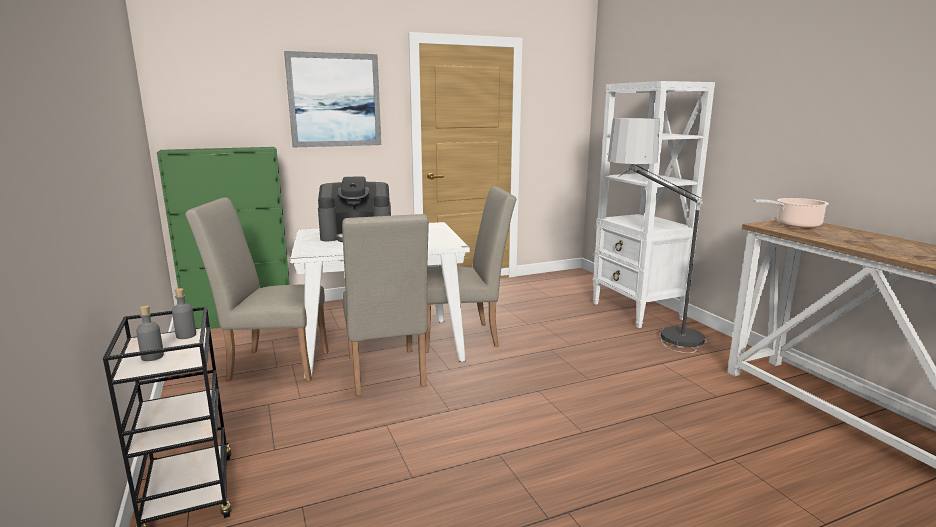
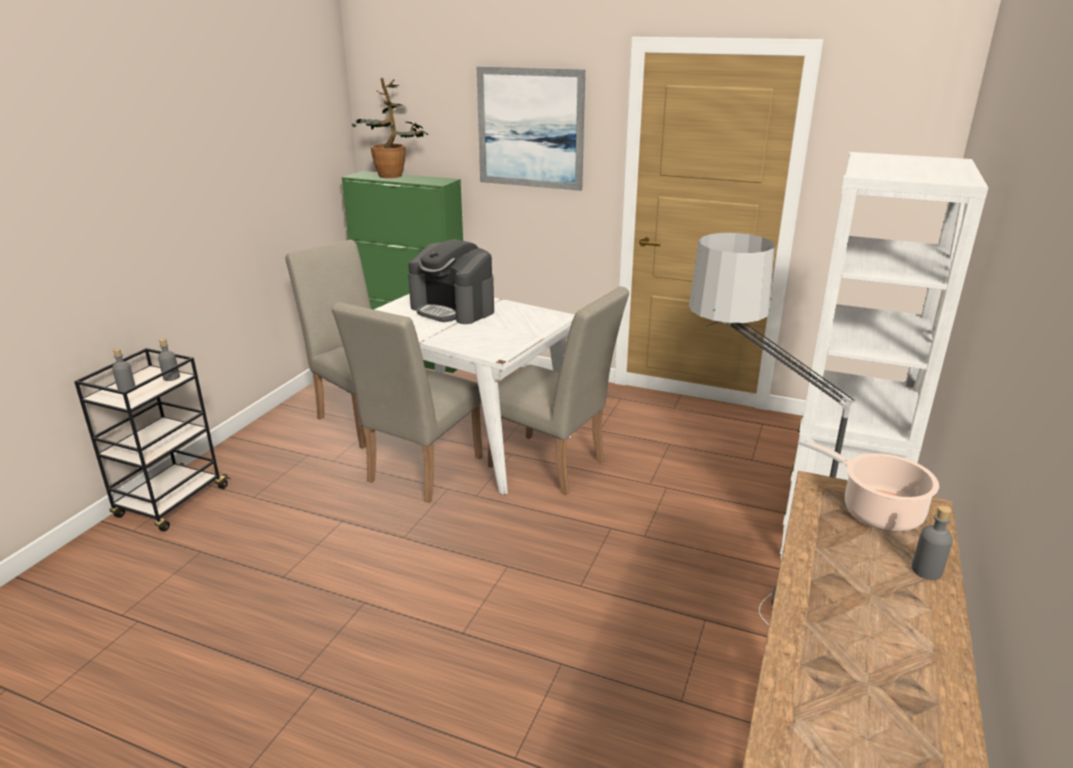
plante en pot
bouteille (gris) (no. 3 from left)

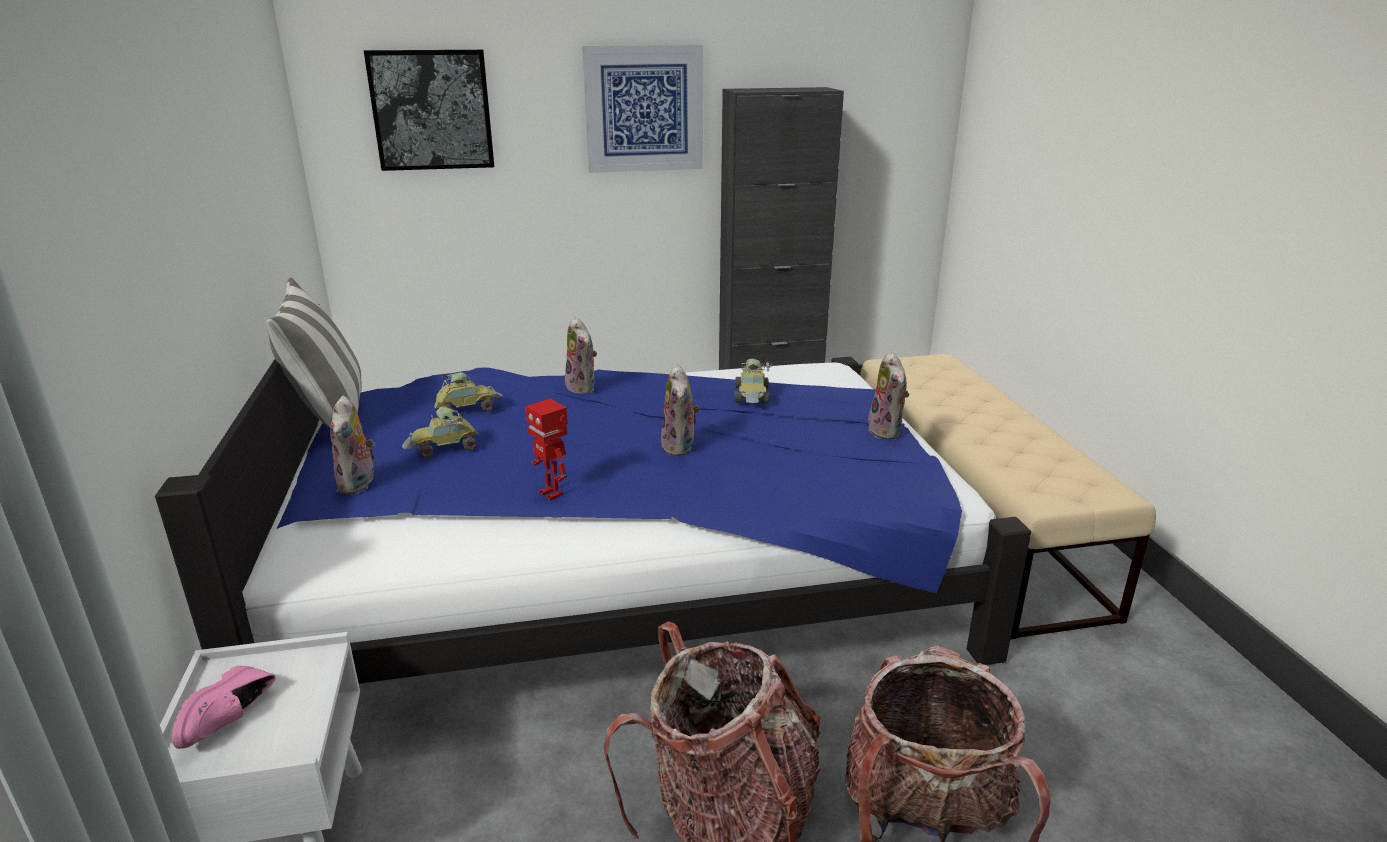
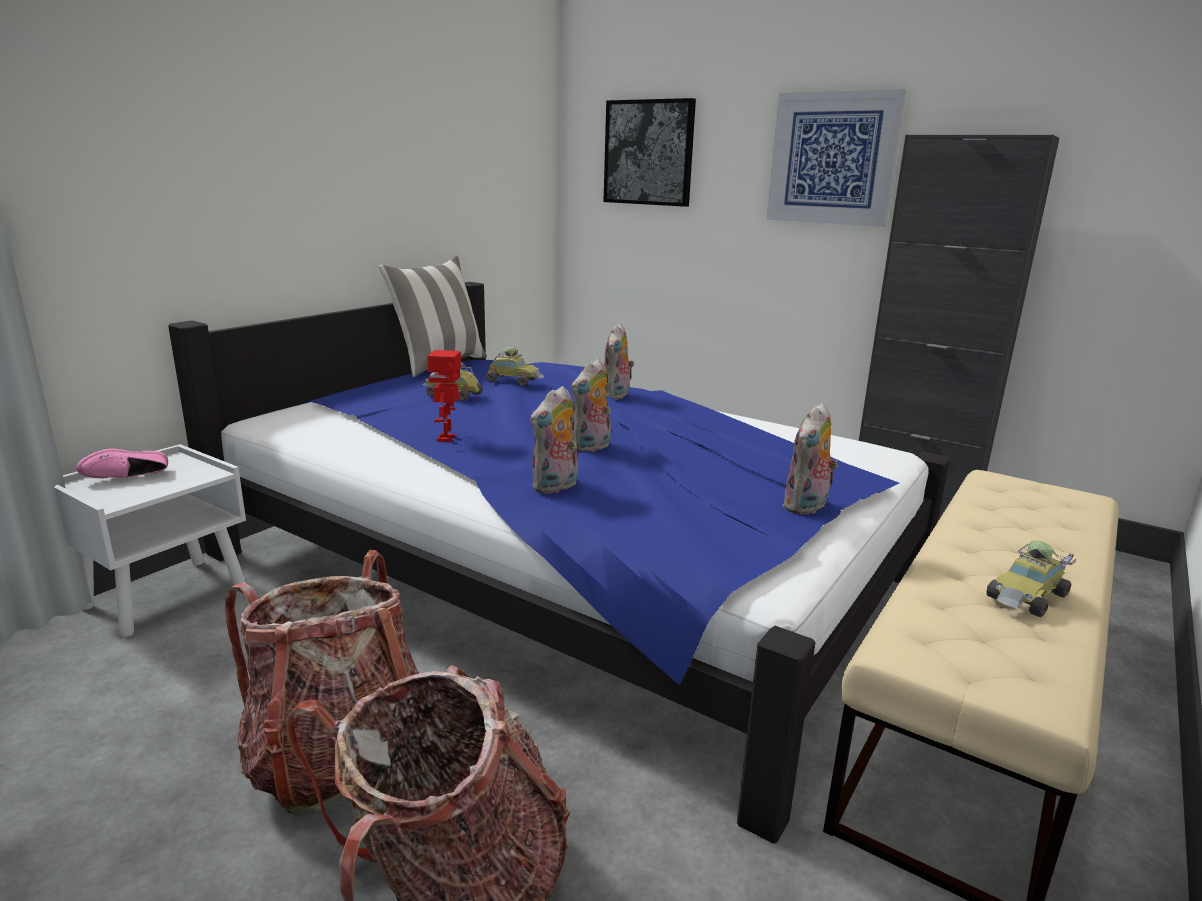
peluche (no. 1 from left)
petite voiture (no. 3 from left)

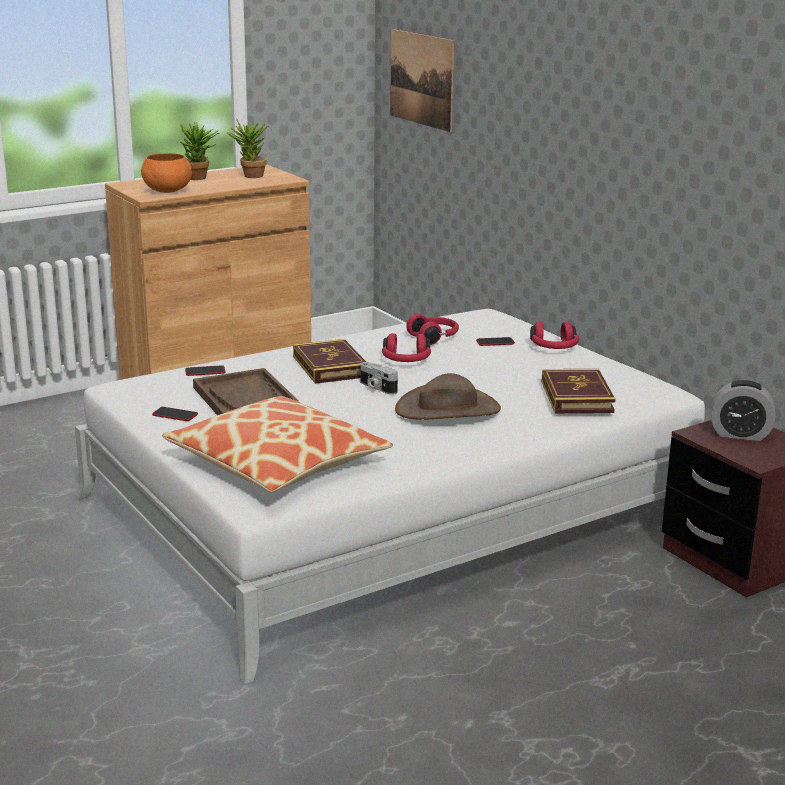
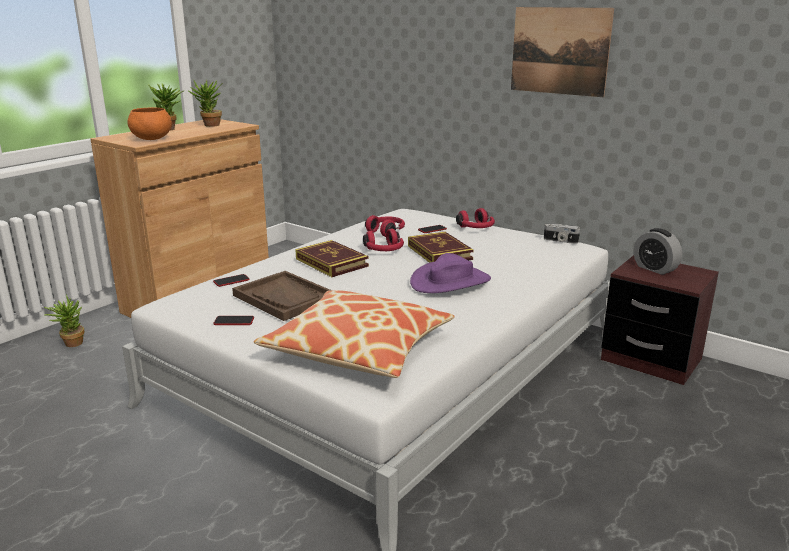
plante en pot (no. 1 from left)
appareil photo
tableau
livre (no. 2 from left)
chapeau (violet)
réveil

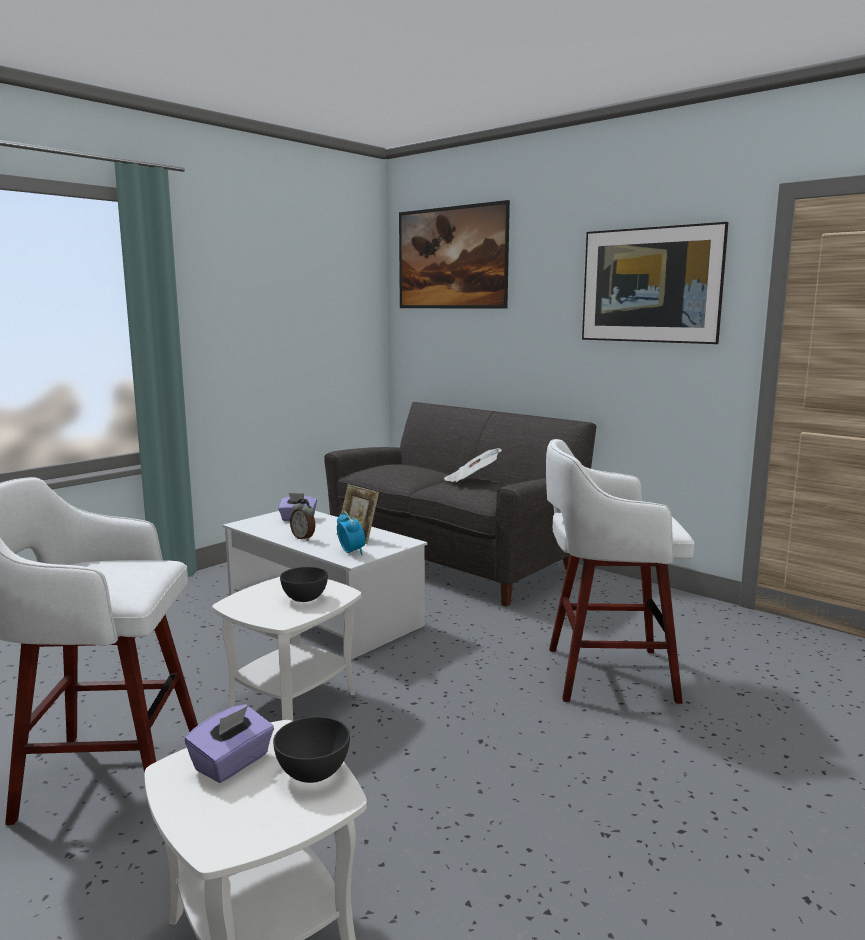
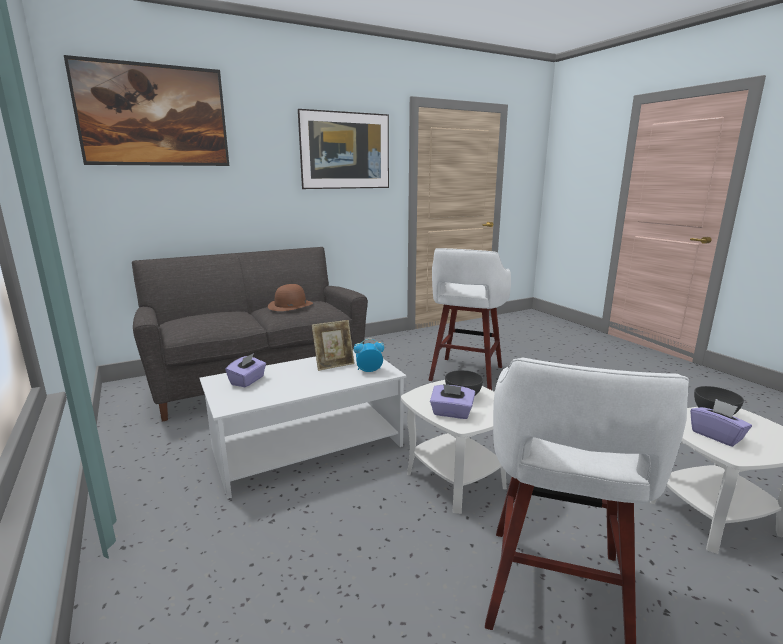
réveil (no. 1 from left in the first image)
boîte à mouchoirs (violet) (no. 2 from left)
chapeau (marron)

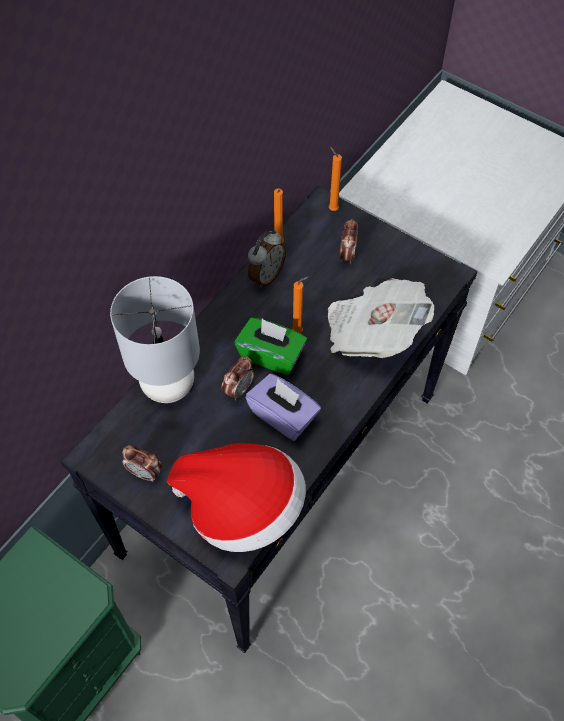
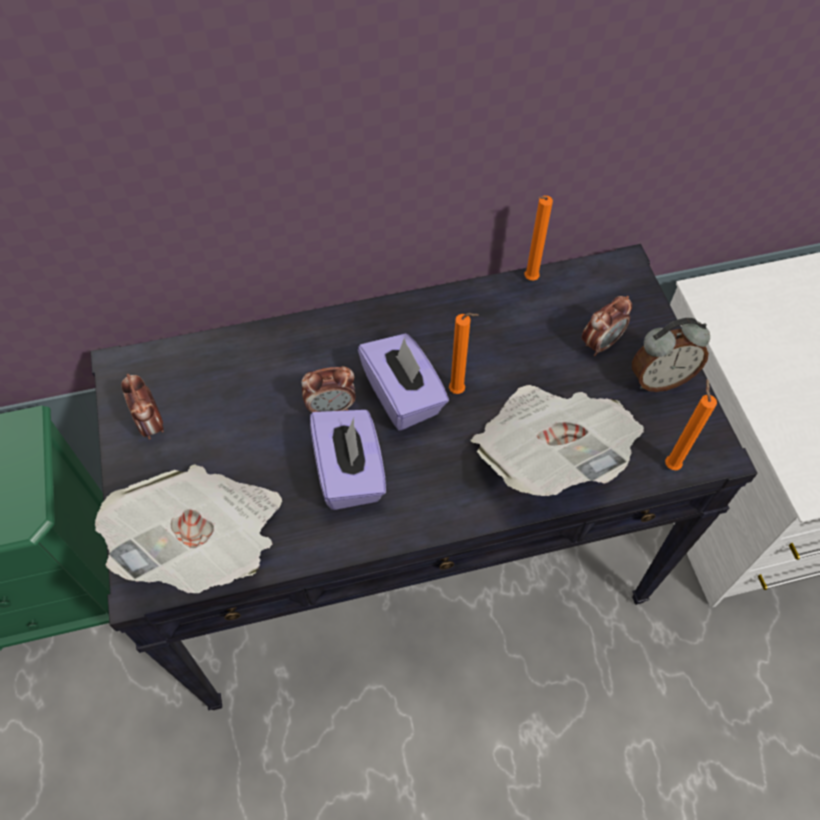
lampe de table (gris)
réveil (no. 4 from left)
bougie (orange) (no. 3 from left)
journal (no. 1 from left)
boîte à mouchoirs (violet) (no. 2 from left)

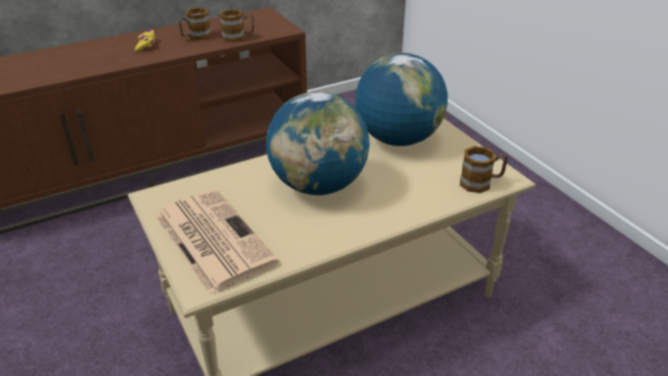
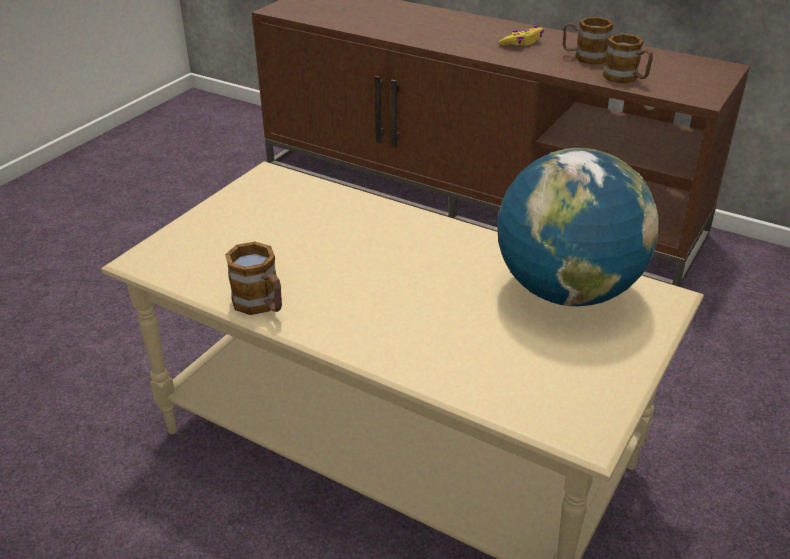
journal
globe (no. 1 from left in the first image)
mug (no. 1 from left)

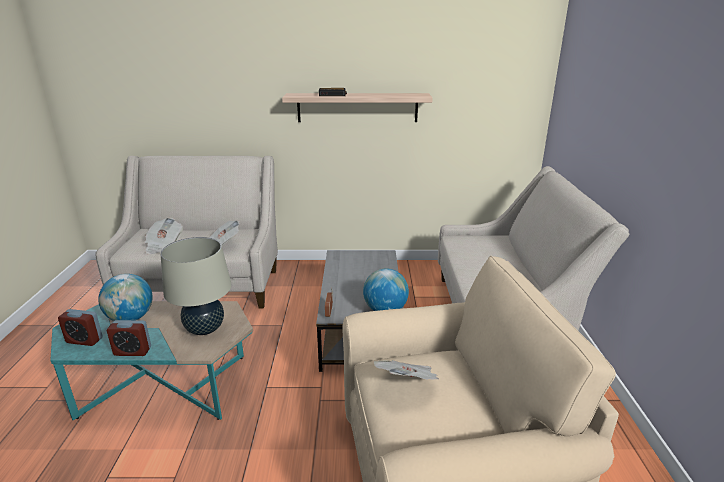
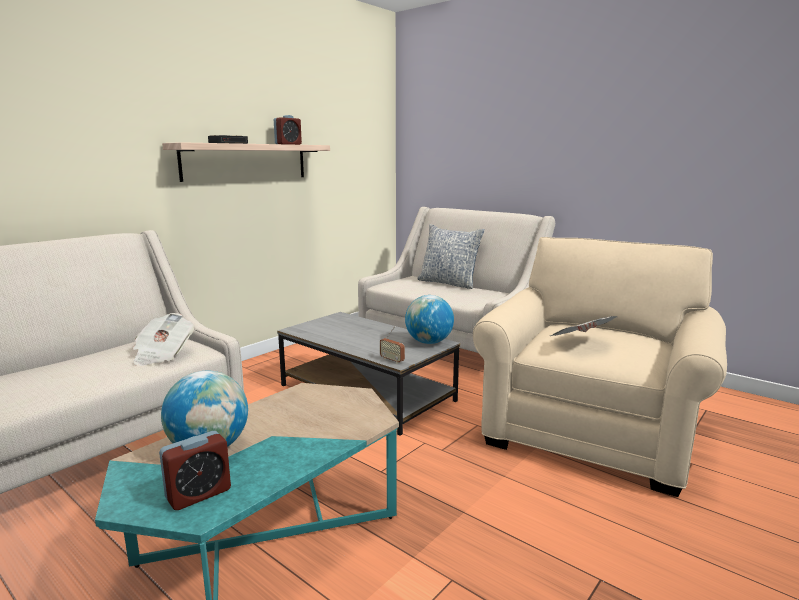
journal (no. 1 from left in the first image)
lampe de table (beige)
coussin
réveil (no. 3 from left)

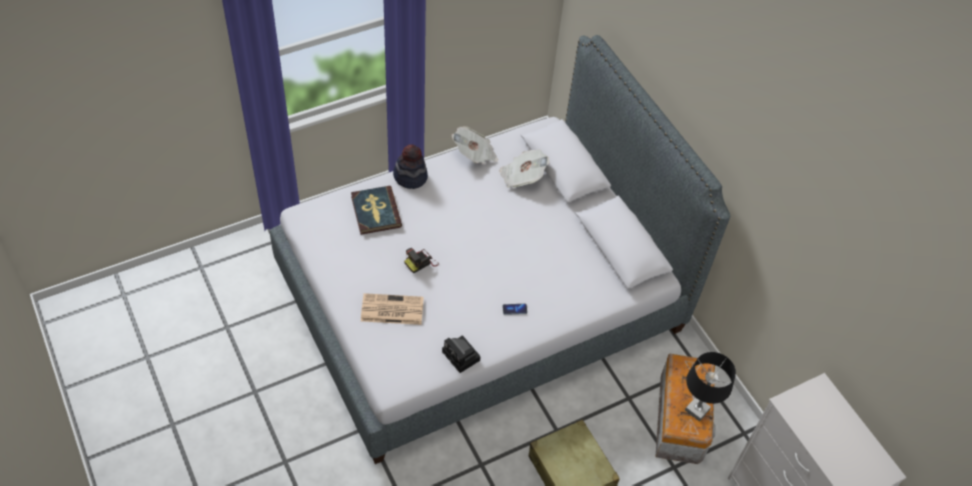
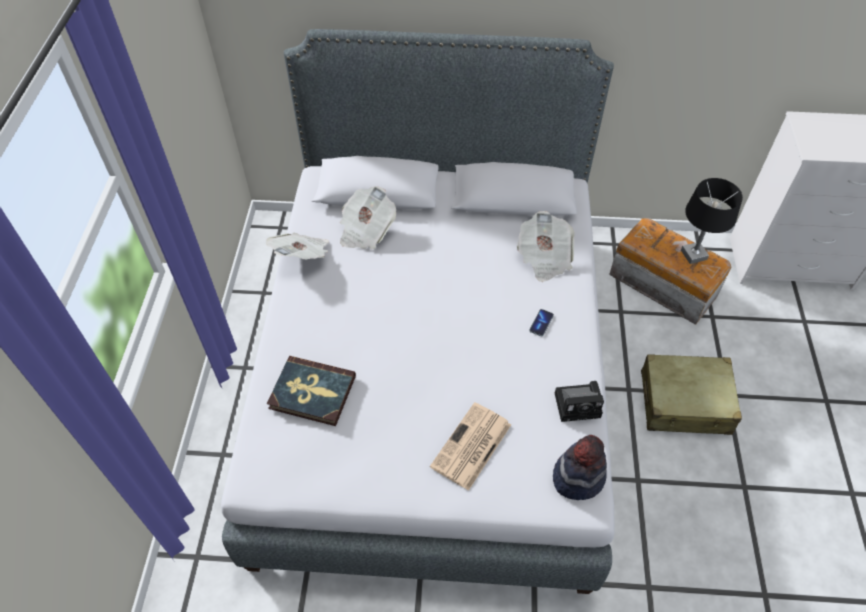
appareil photo (no. 1 from left in the first image)
journal (no. 4 from left)
chapeau

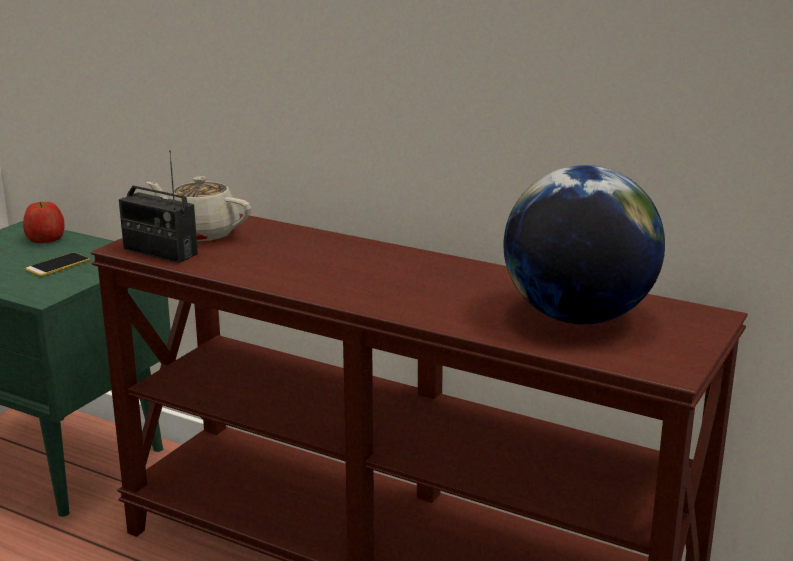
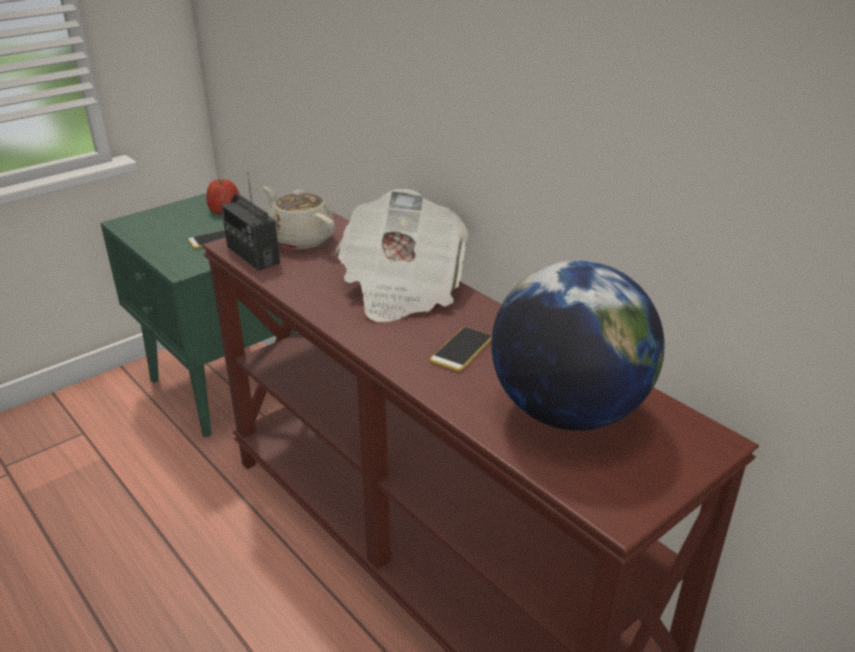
journal
téléphone (no. 2 from left)

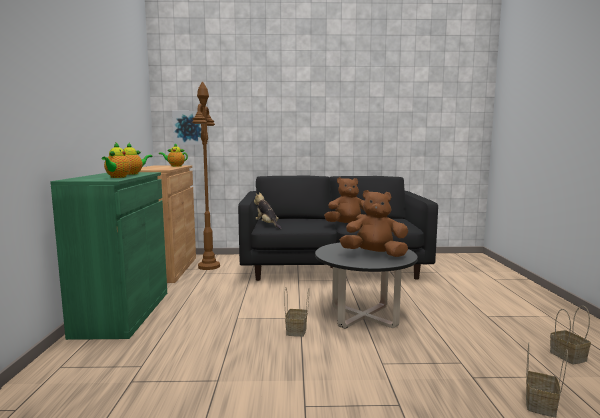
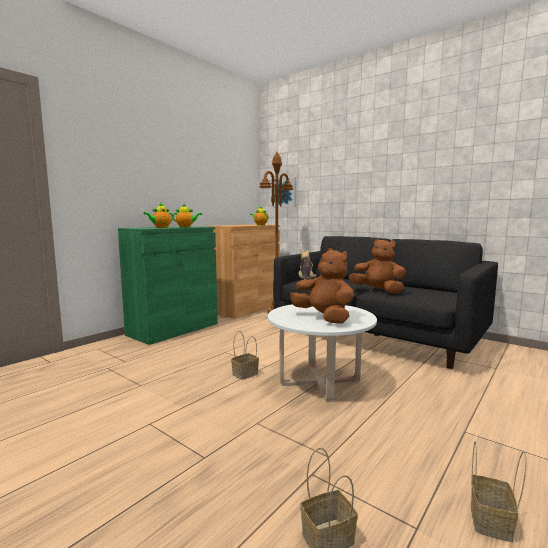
table basse (blanc)

